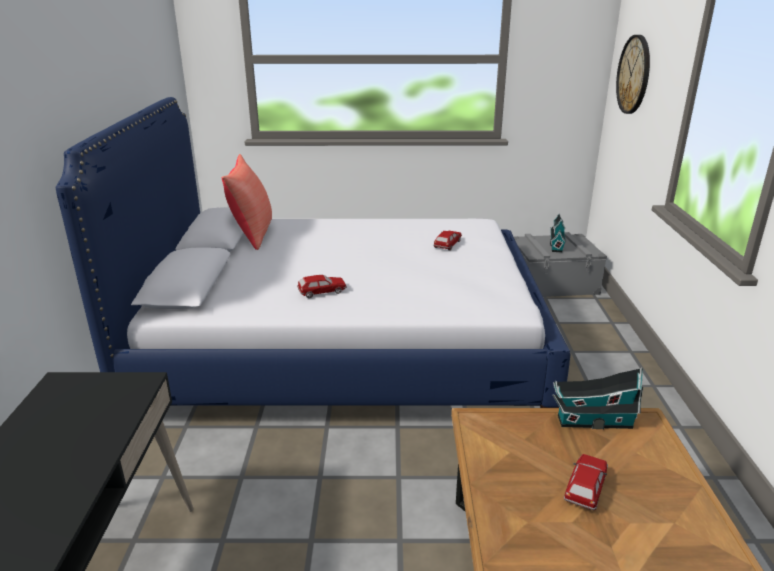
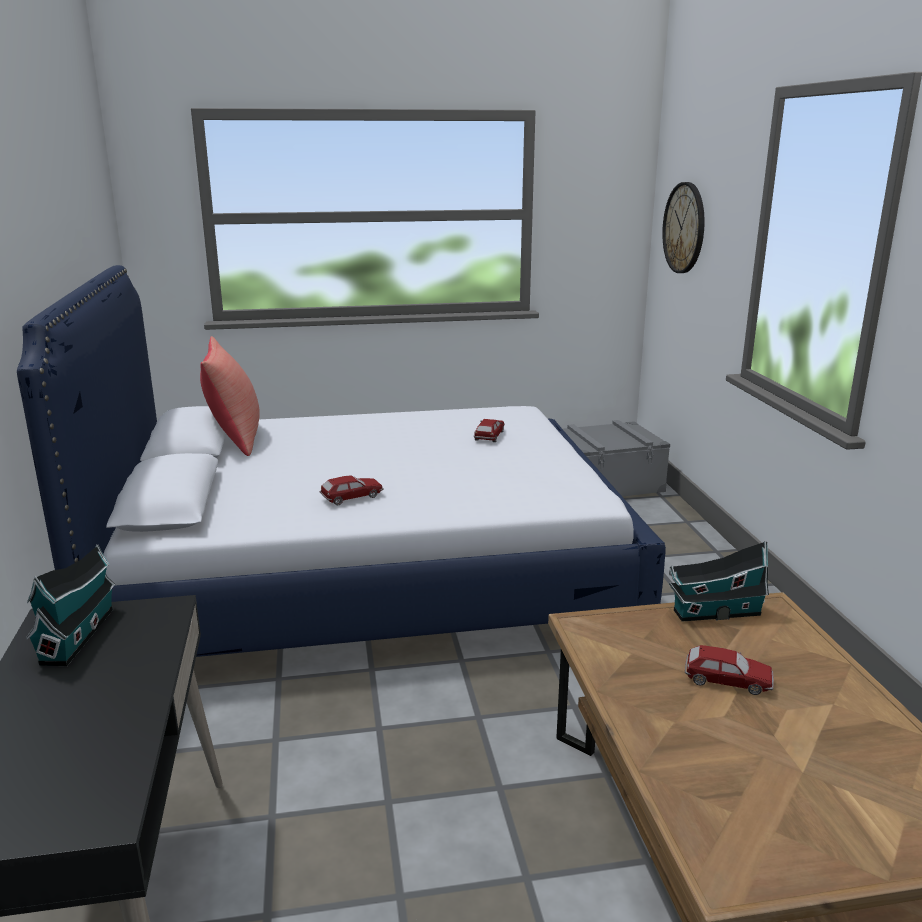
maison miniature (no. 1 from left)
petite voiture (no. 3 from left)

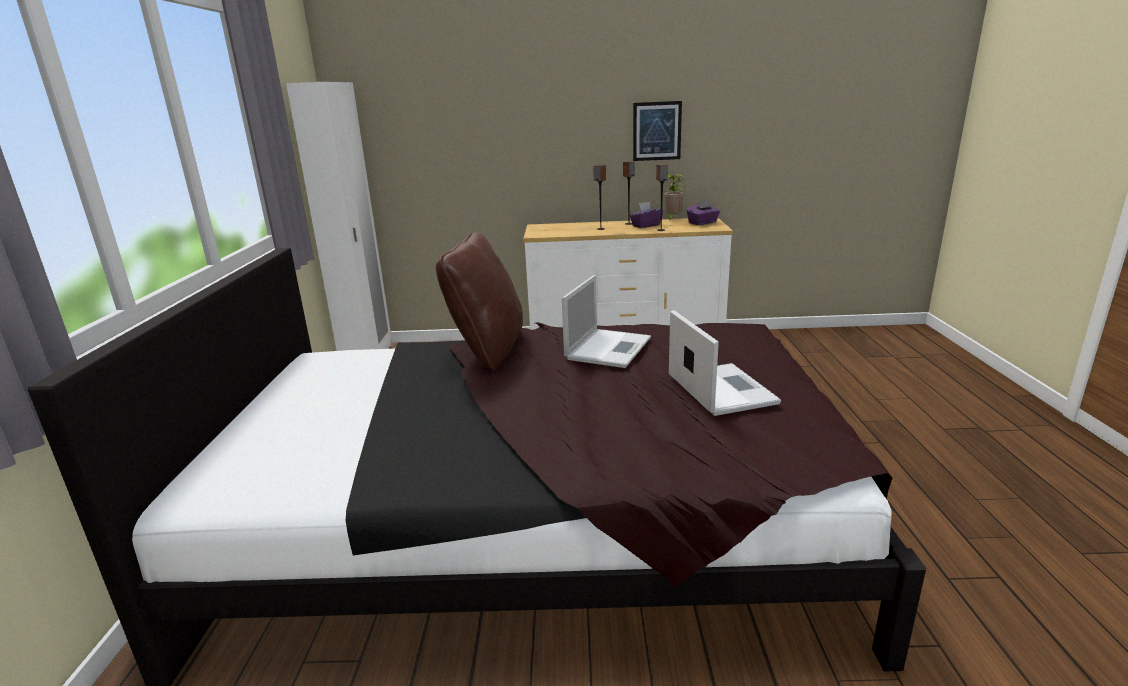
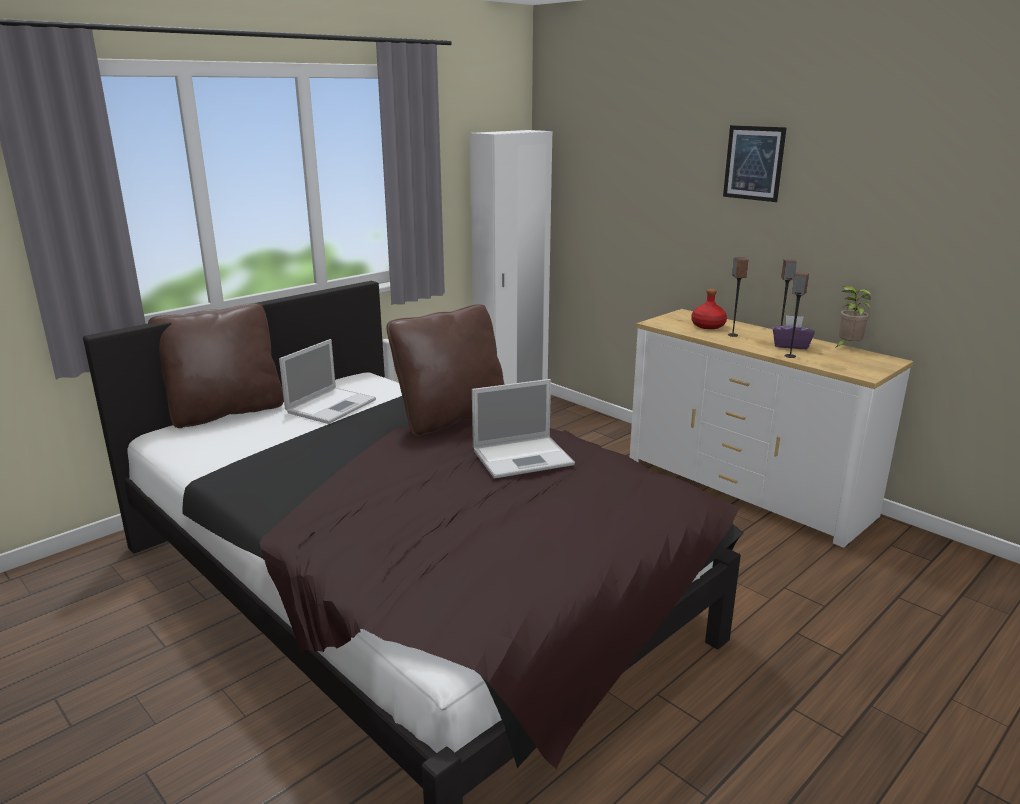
boîte à mouchoirs (violet) (no. 2 from left in the first image)
coussin (marron) (no. 1 from left)
bouteille (rouge)
tableau
ordinateur portable (no. 1 from left)

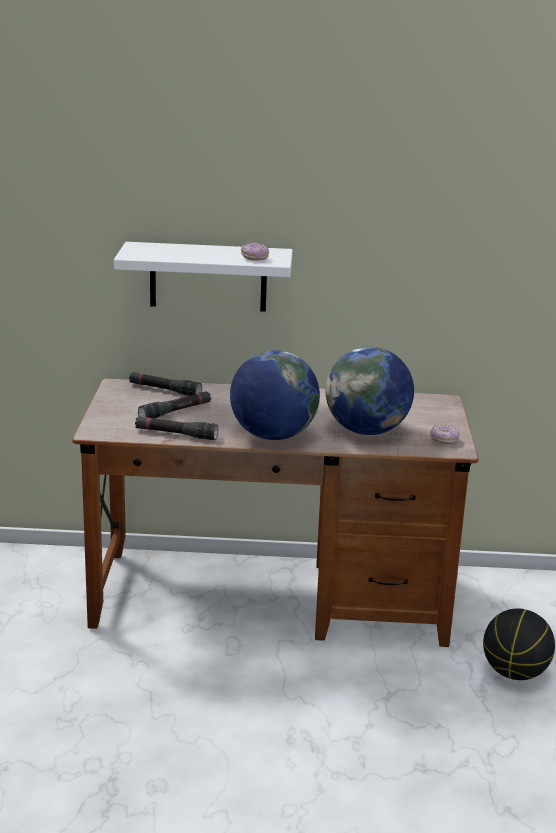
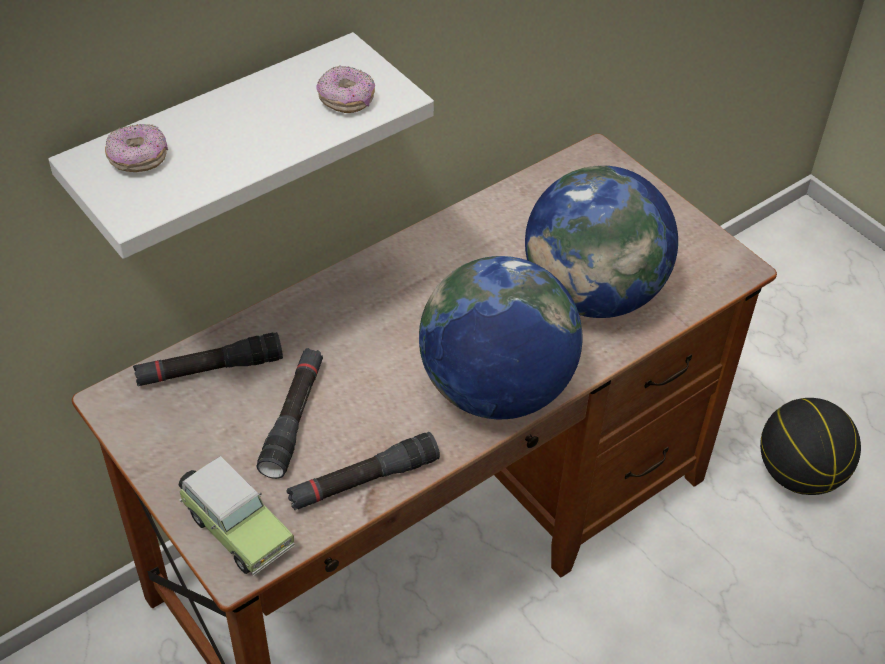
petite voiture
beignet (no. 1 from left)

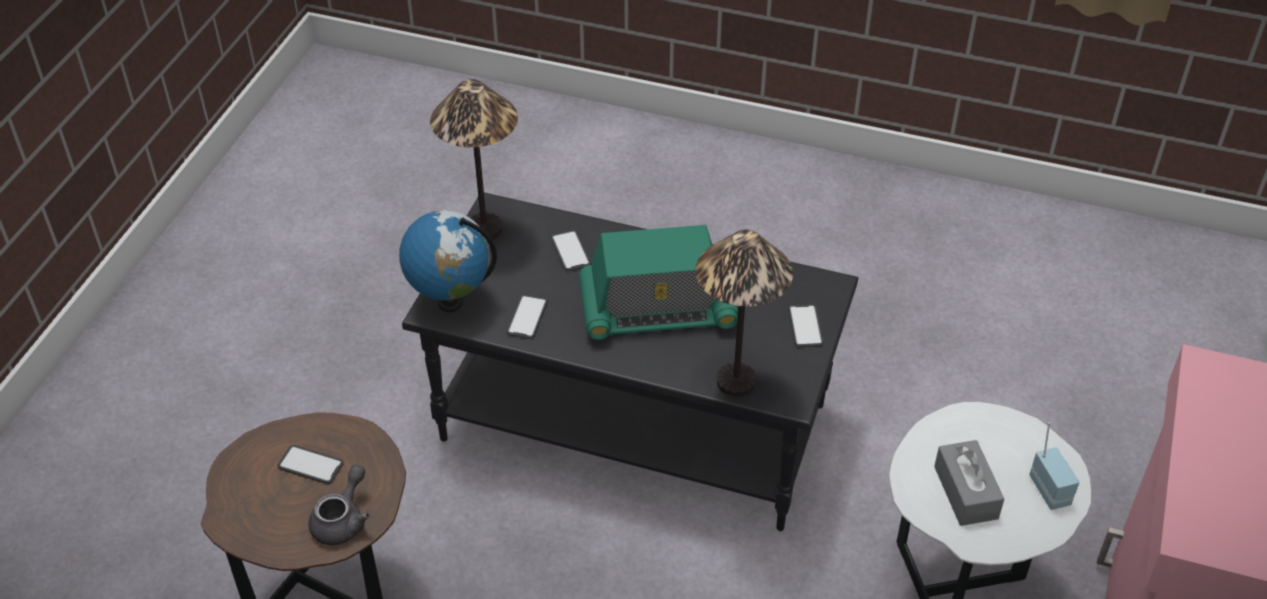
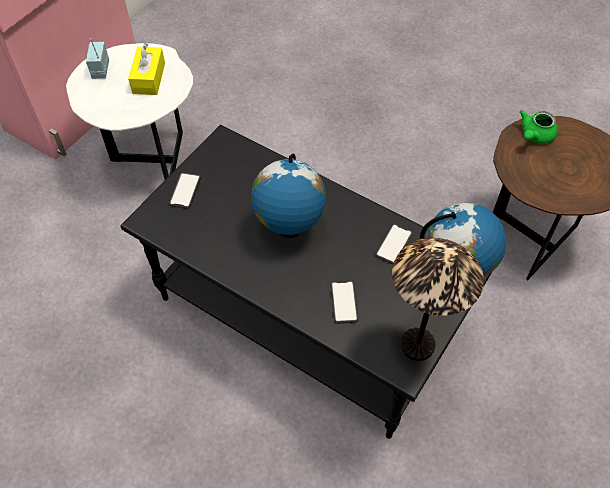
téléphone (no. 1 from left in the first image)
lampe de table (no. 2 from left in the first image)
globe (no. 1 from left)
théière (vert)
boîte à mouchoirs (jaune)

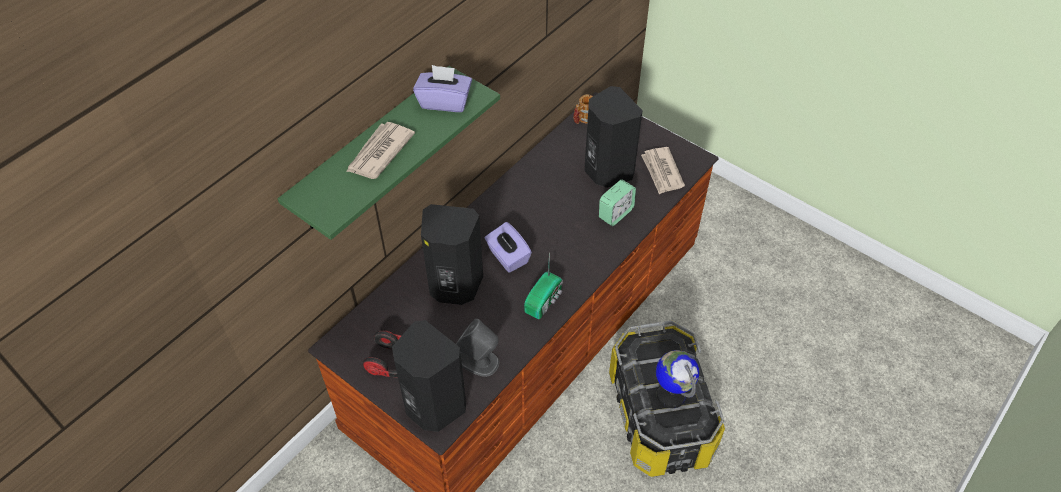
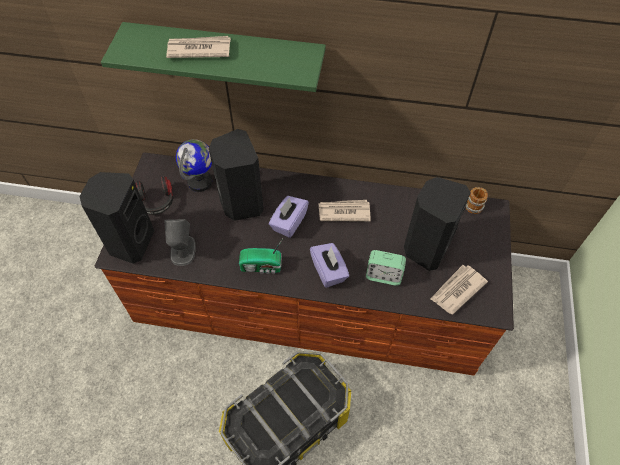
journal (no. 2 from left)
boîte à mouchoirs (violet) (no. 2 from left)
globe

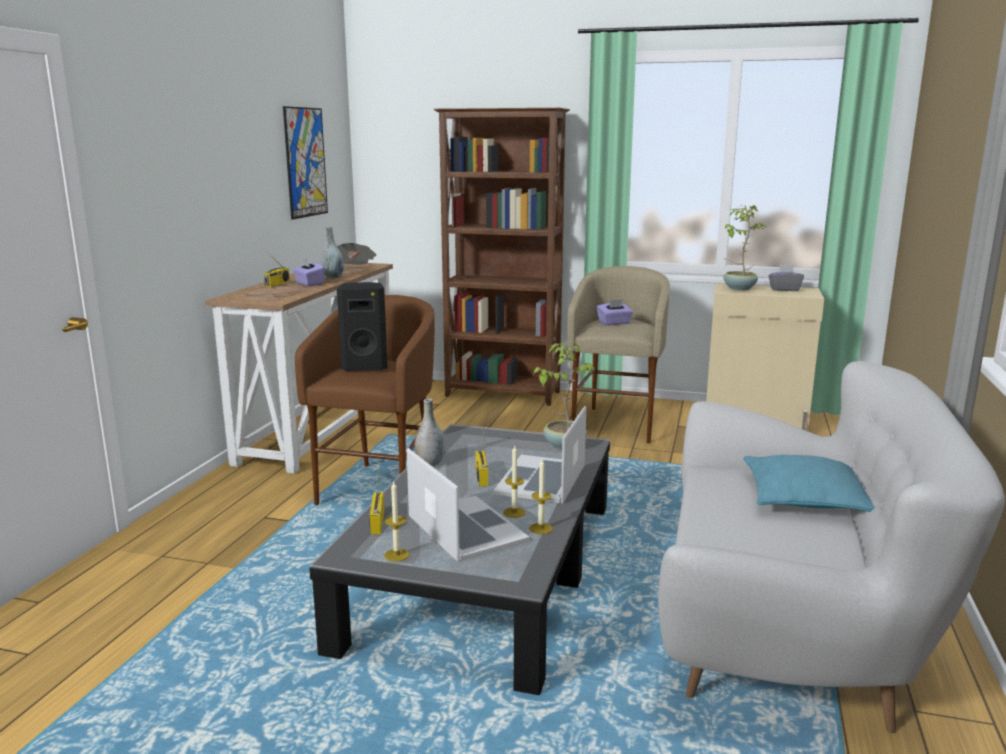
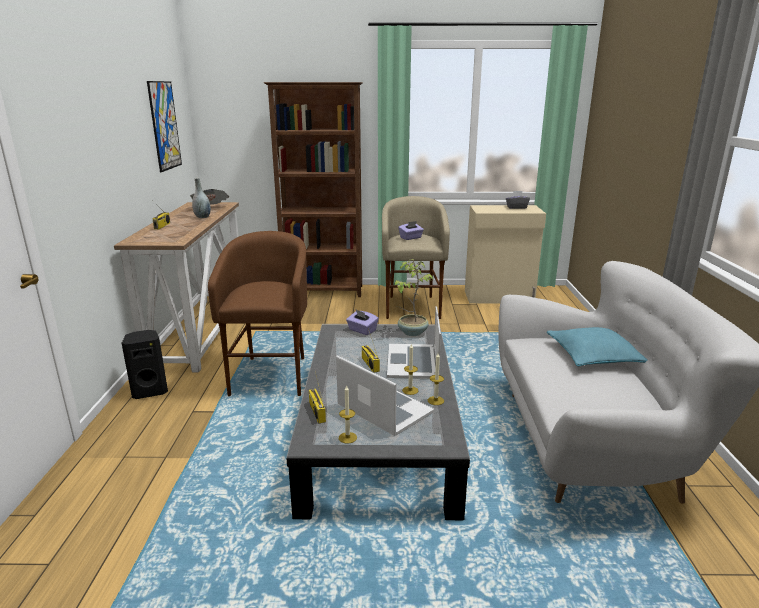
vase (gris) (no. 2 from left in the first image)
plante en pot (no. 2 from left in the first image)
boîte à mouchoirs (violet) (no. 1 from left)
enceinte (noir)

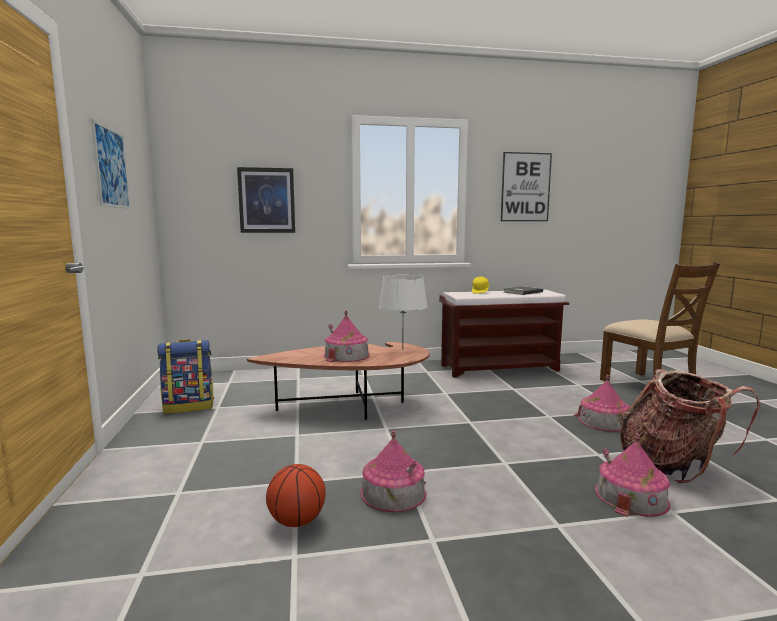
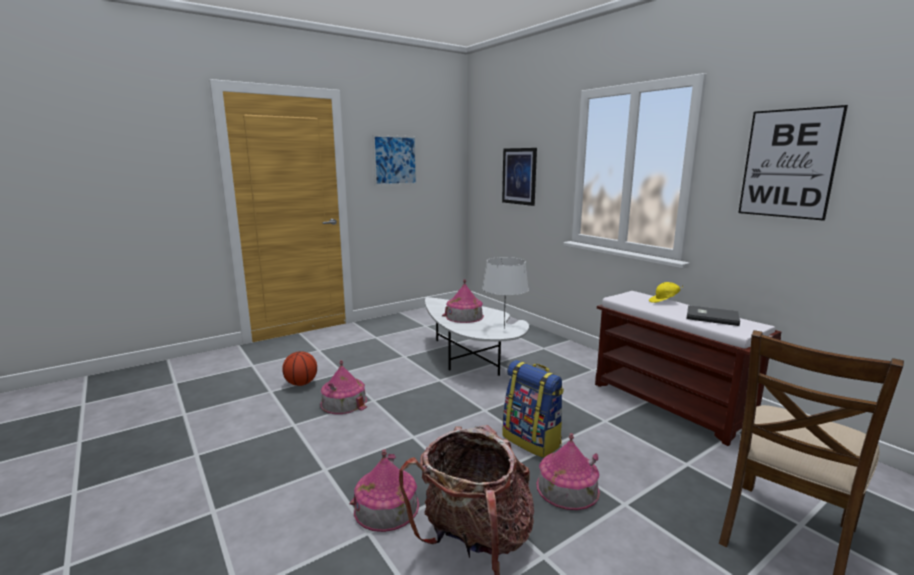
sac à dos (no. 2 from left)
table basse (blanc)

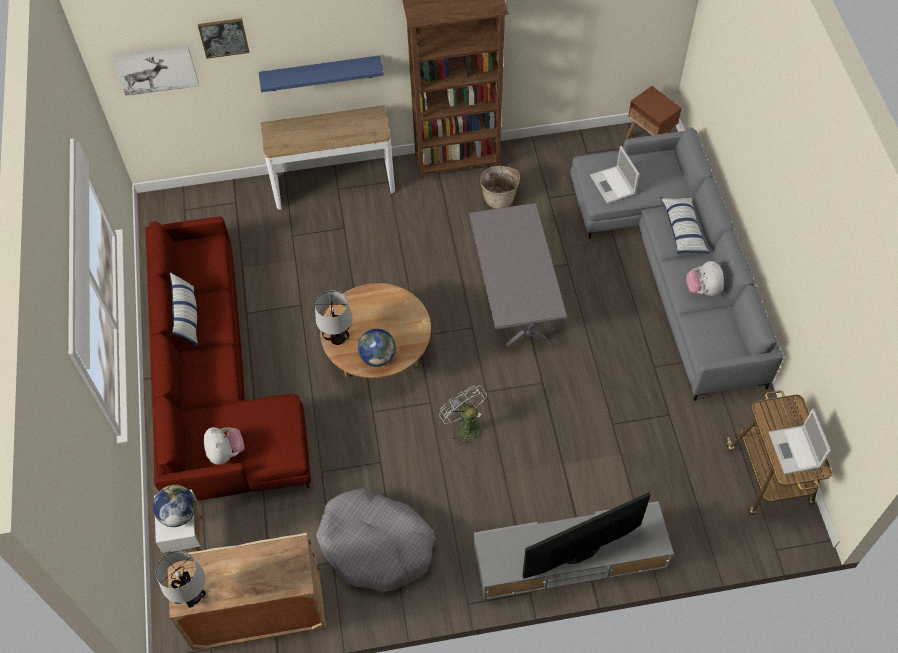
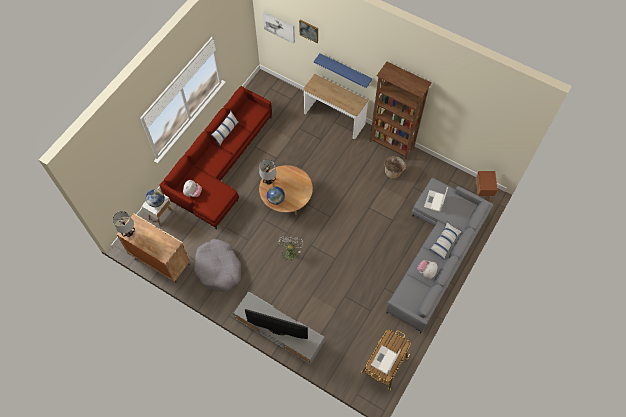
table basse (gris)

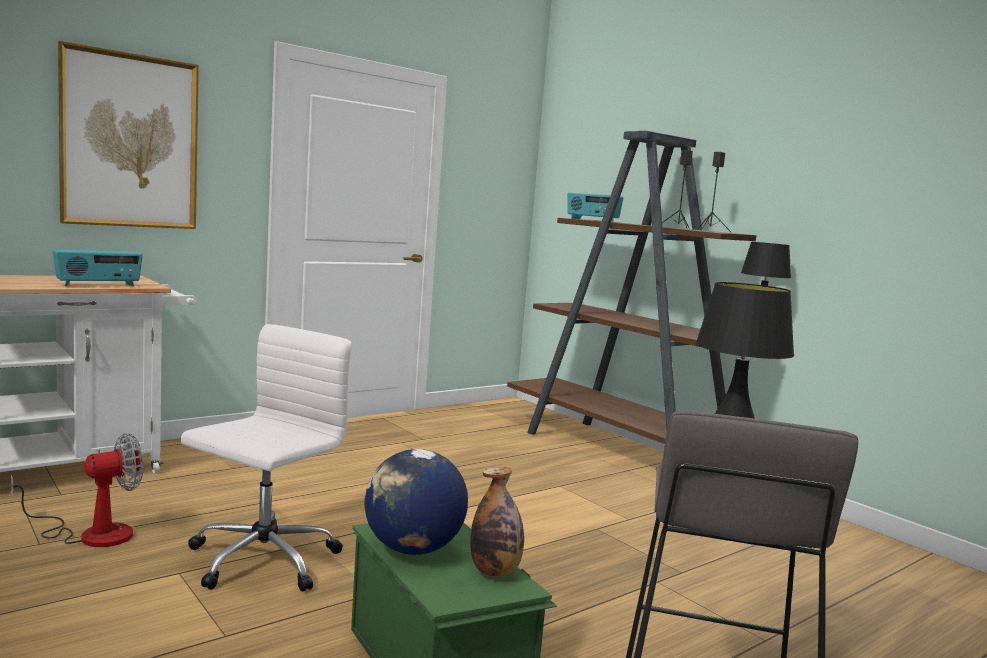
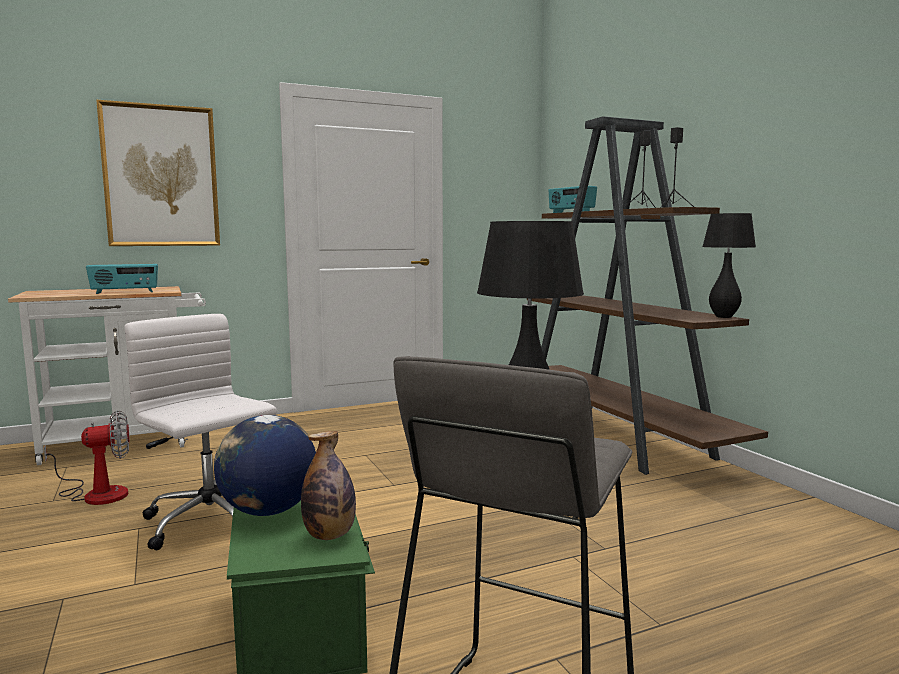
chaise de bureau (blanc)

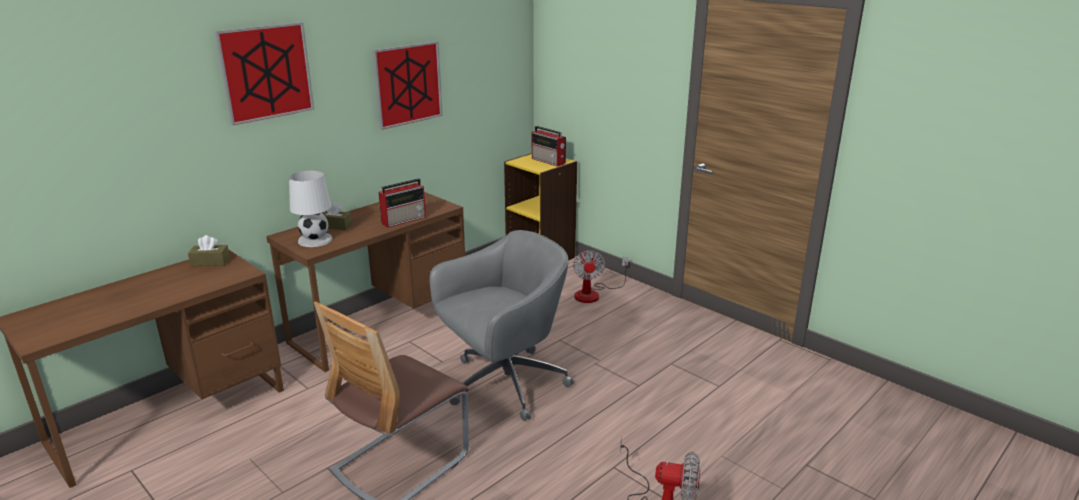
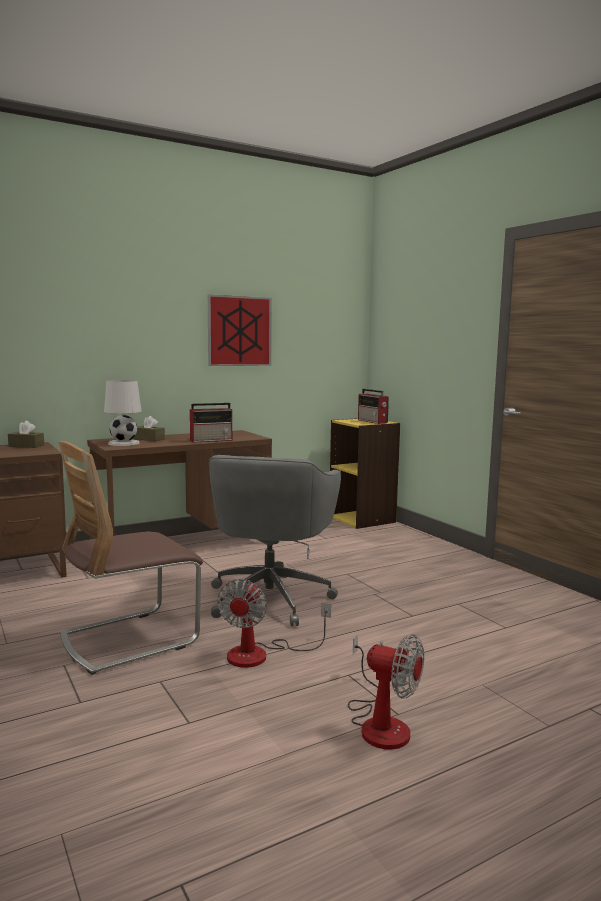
tableau (no. 1 from left in the first image)
ventilateur (no. 1 from left)
chaise de bureau (gris)

